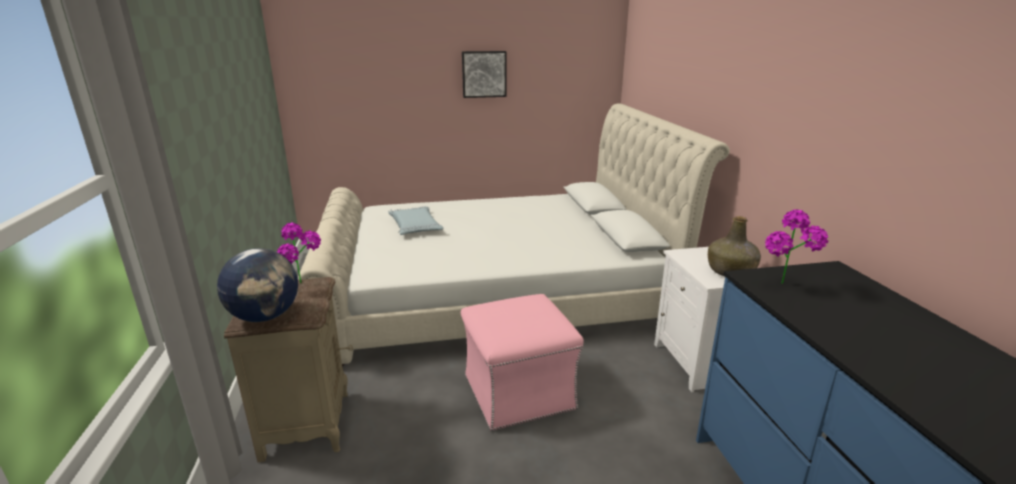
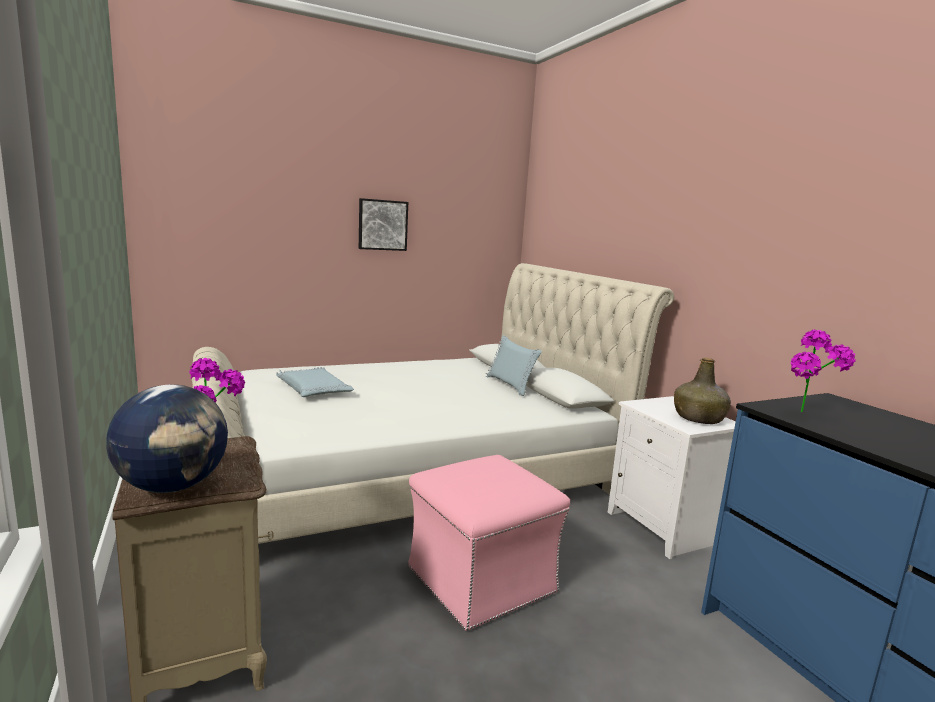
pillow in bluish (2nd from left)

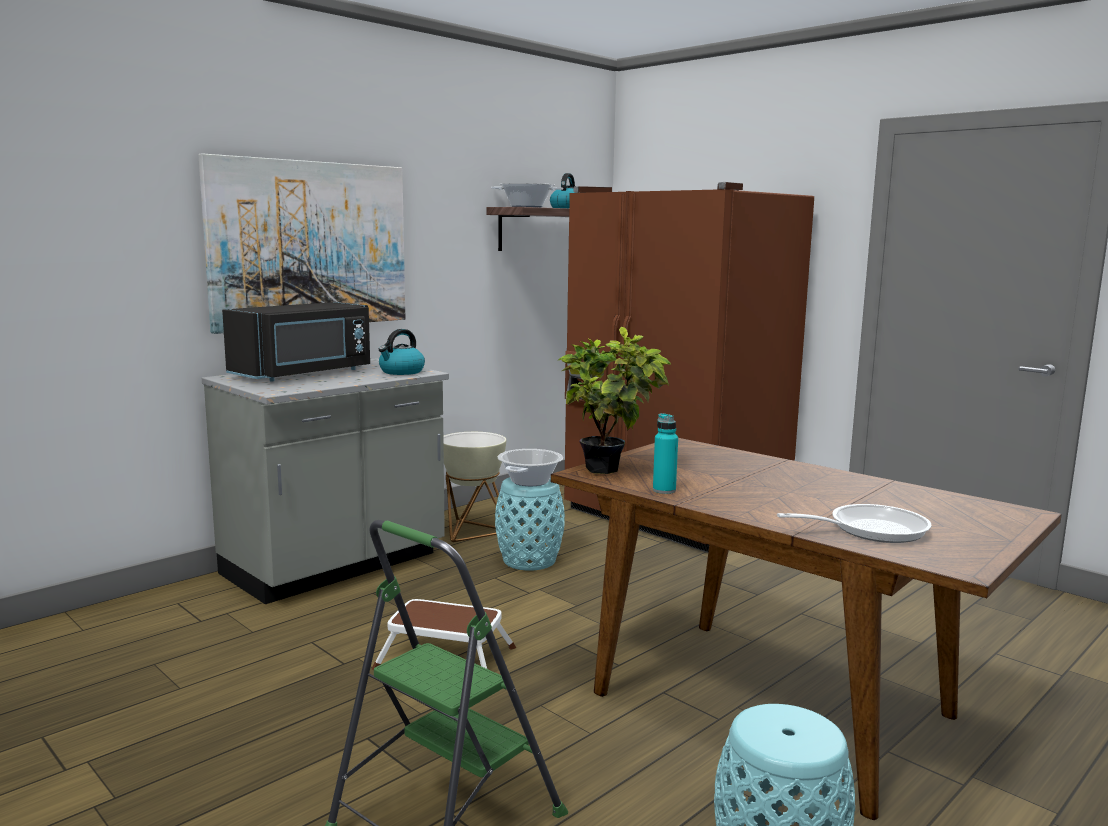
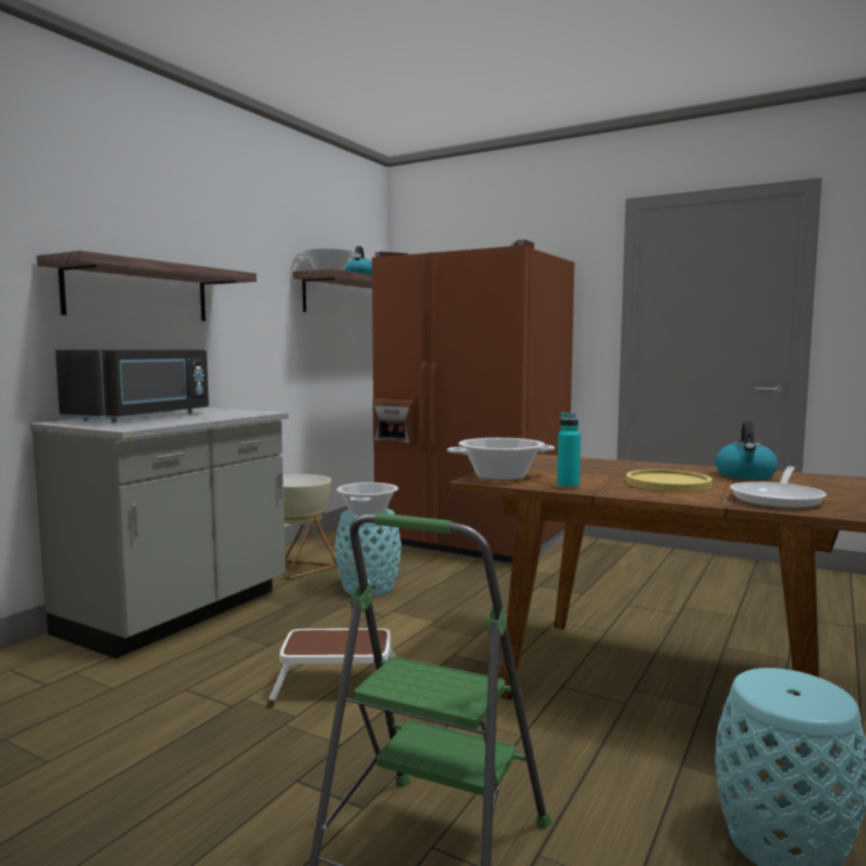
bracket shelf (1st from left)
saucepot (3rd from left)
flat dish in yellow-coloured
water kettle (2nd from left)
pan

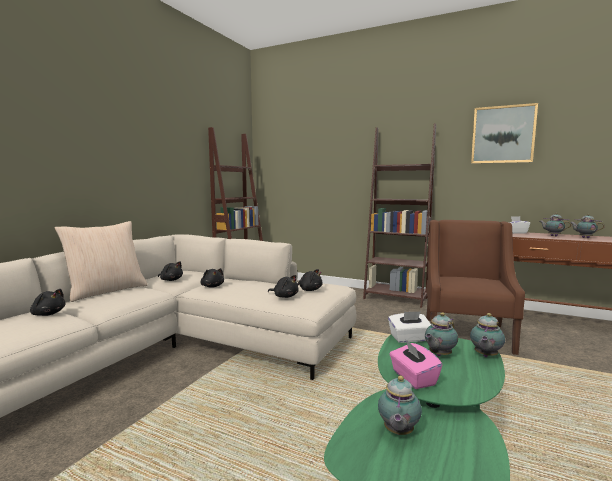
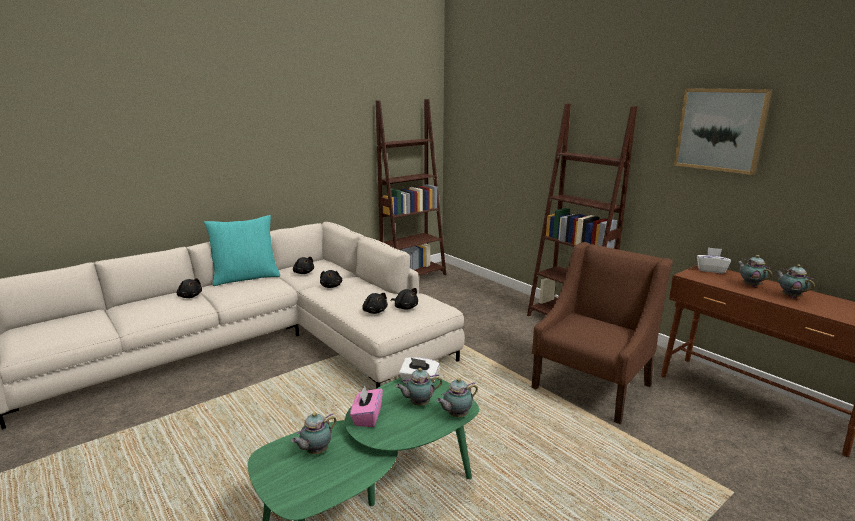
pillow in turquoise-coloured

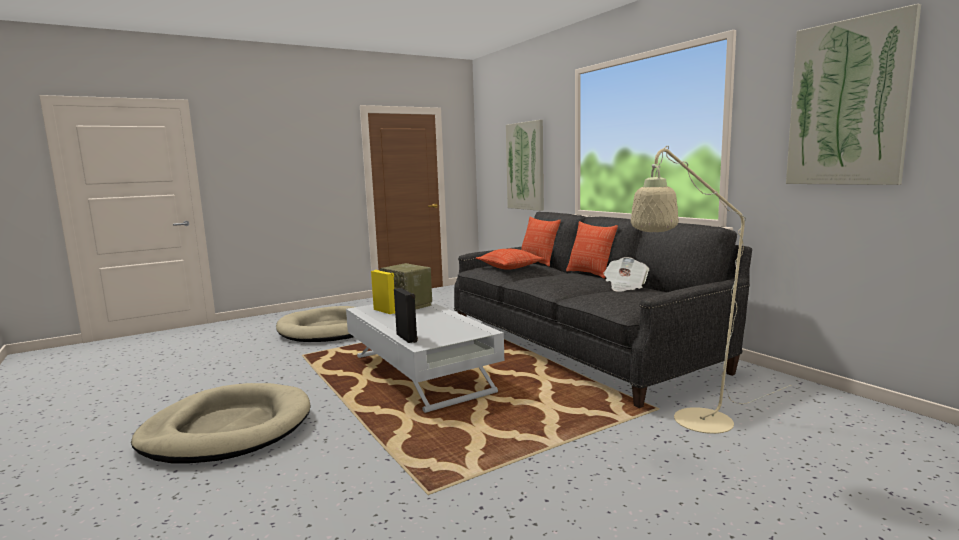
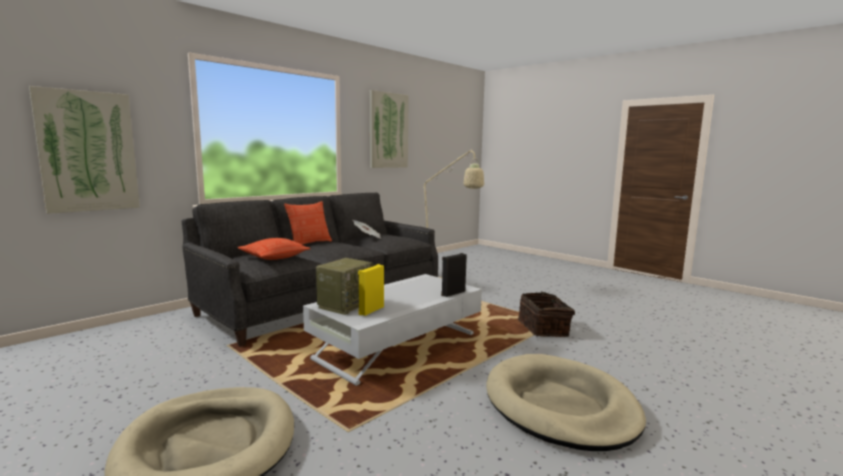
basket
pillow in orange-coloured (2nd from left in the first image)

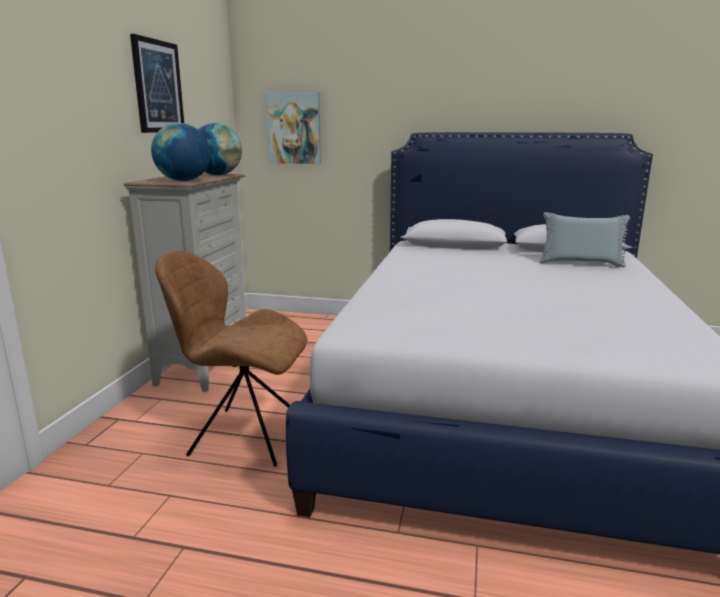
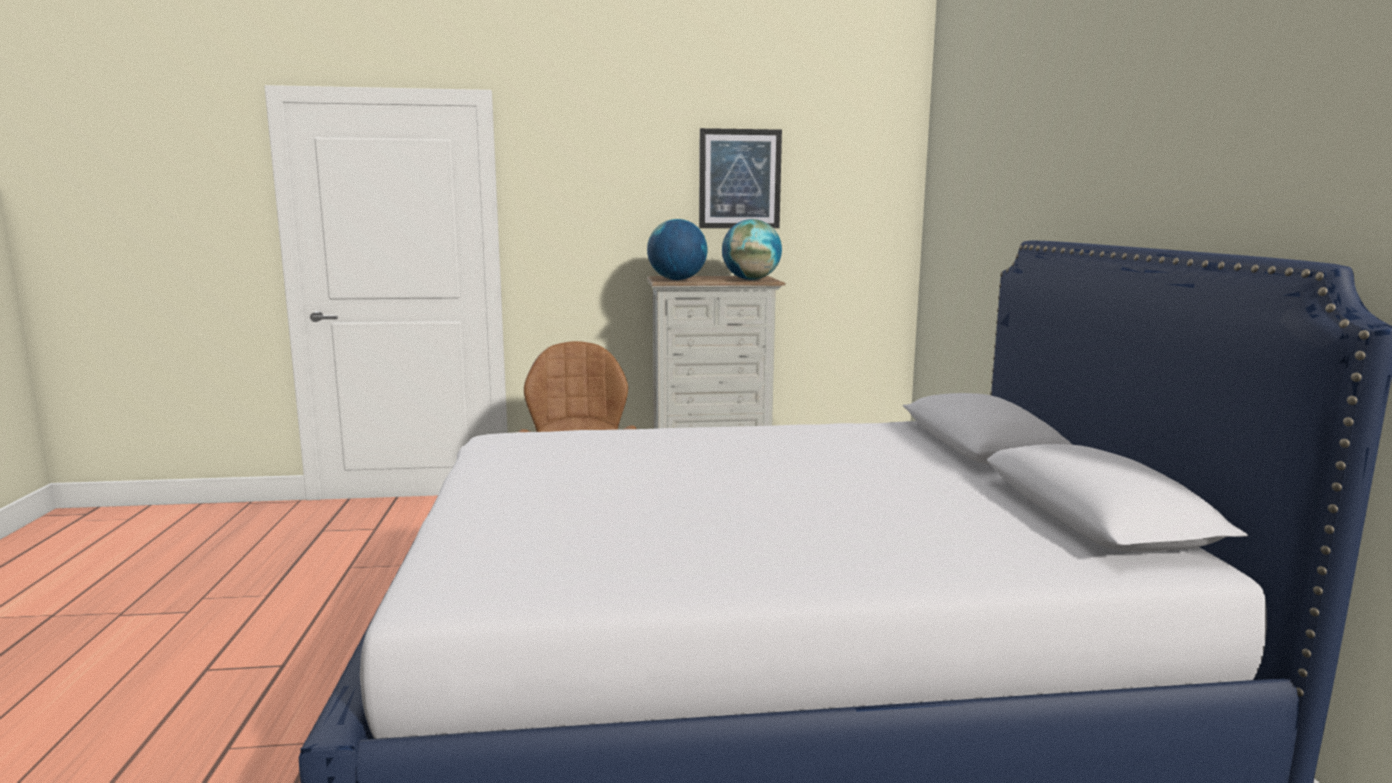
wall picture (2nd from left in the first image)
pillow in bluish

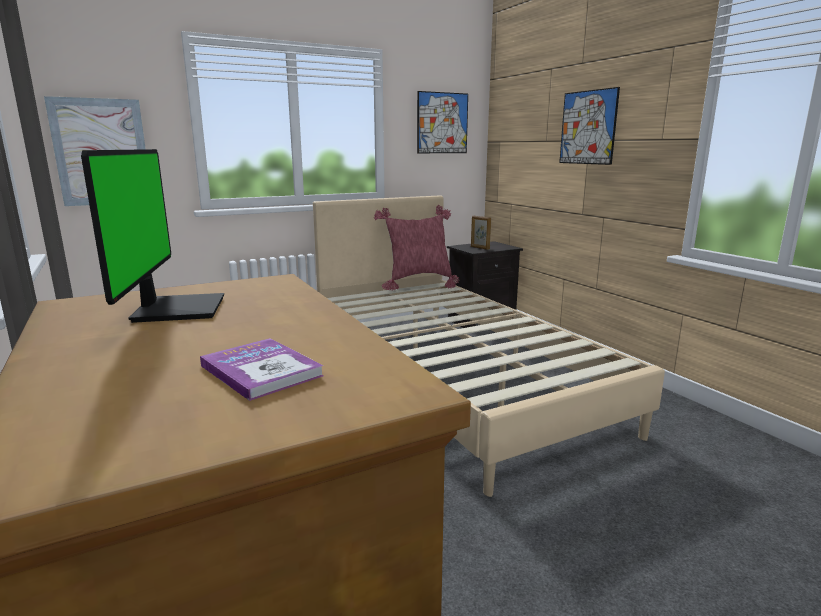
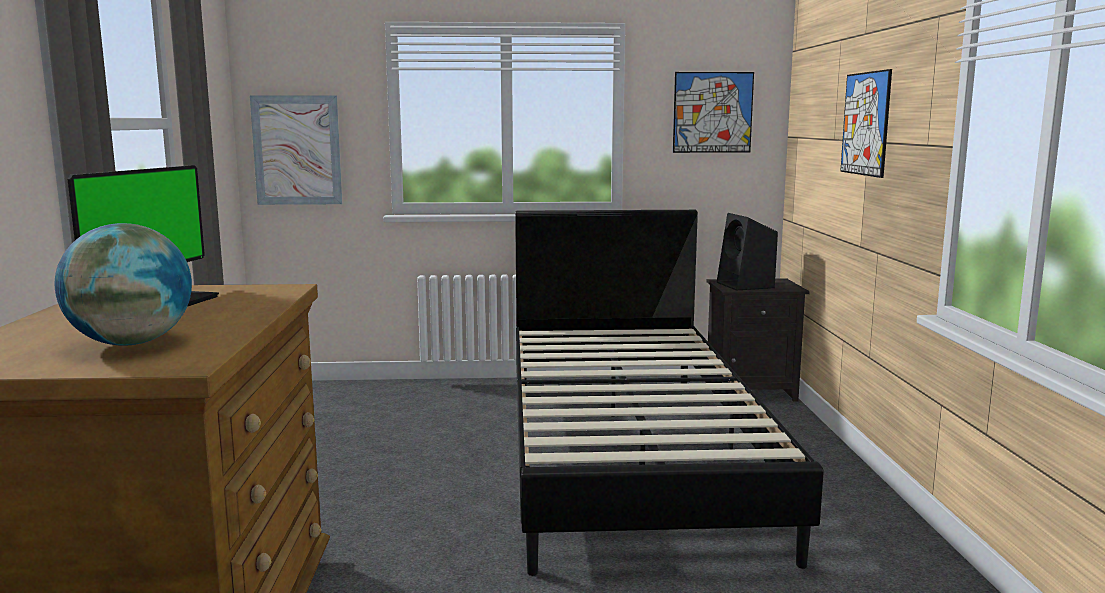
globe
bedroom bed in black
speaker in black
pillow in red-coloured

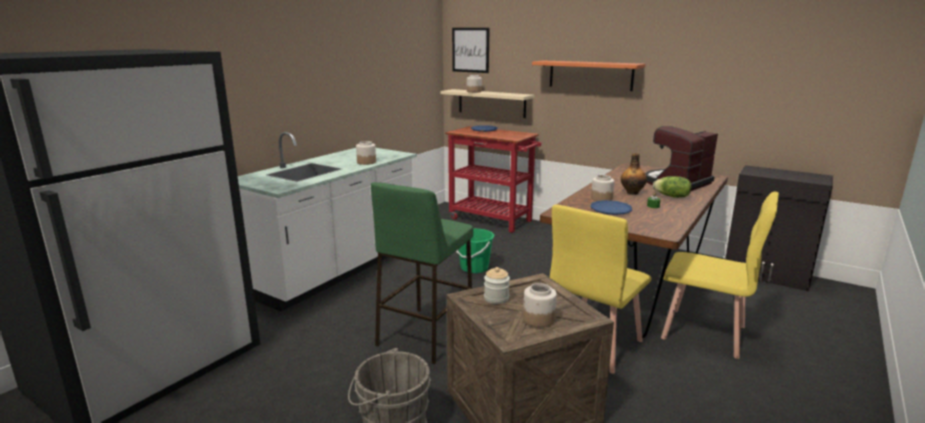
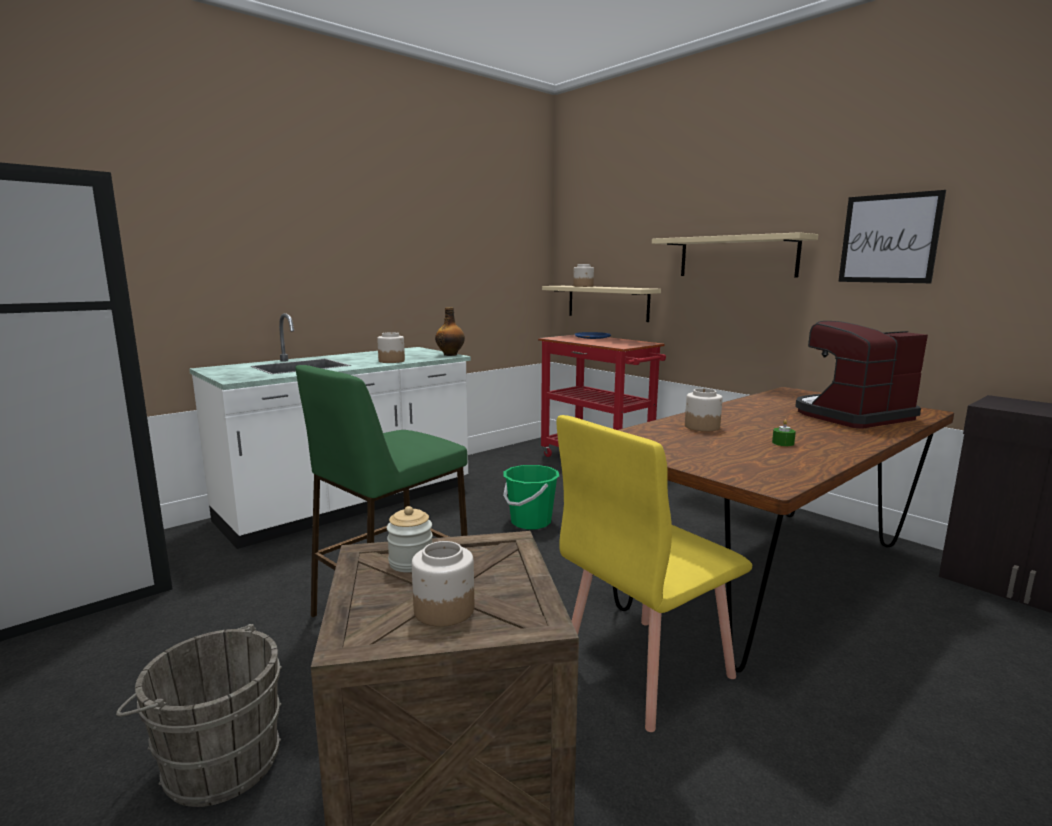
bottle
bracket shelf in sand-coloured (2nd from left)
wall picture
flat dish in bluish (2nd from left in the first image)
lettuce head
plain chair in yellow-coloured (2nd from left in the first image)

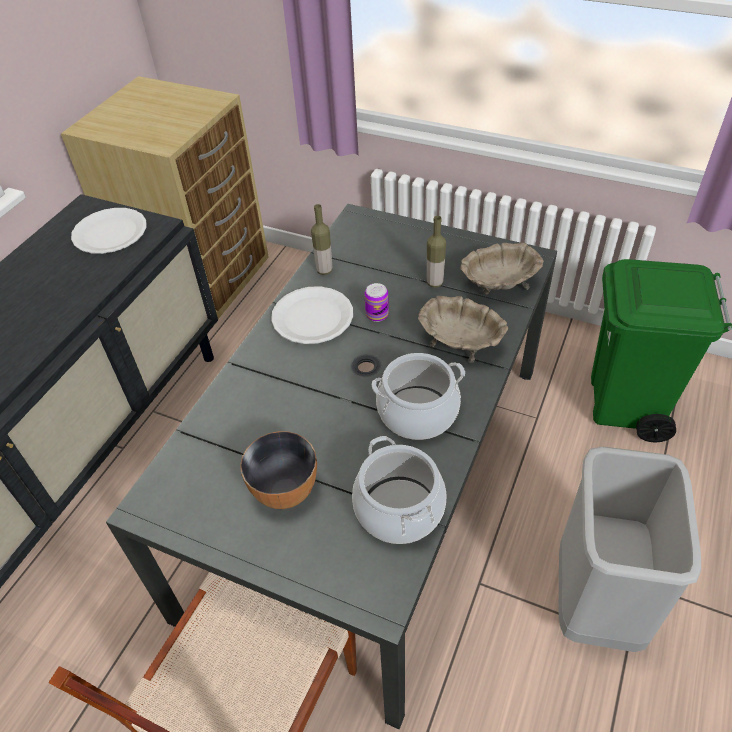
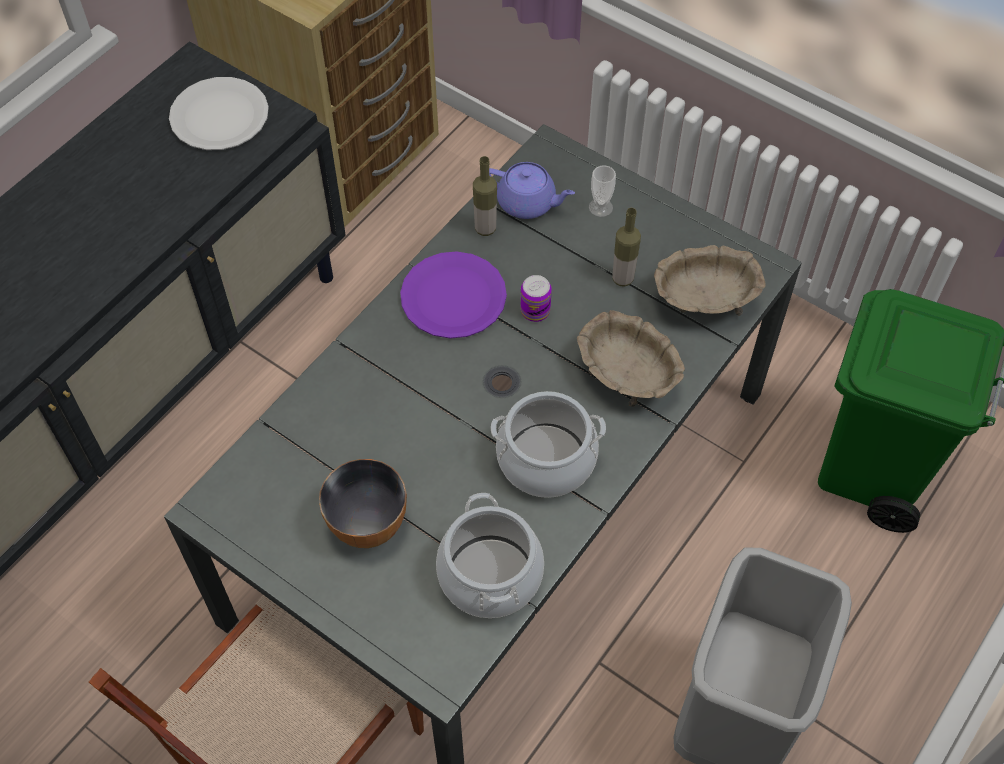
flat dish in purple
tea pot in purple
drinking cup

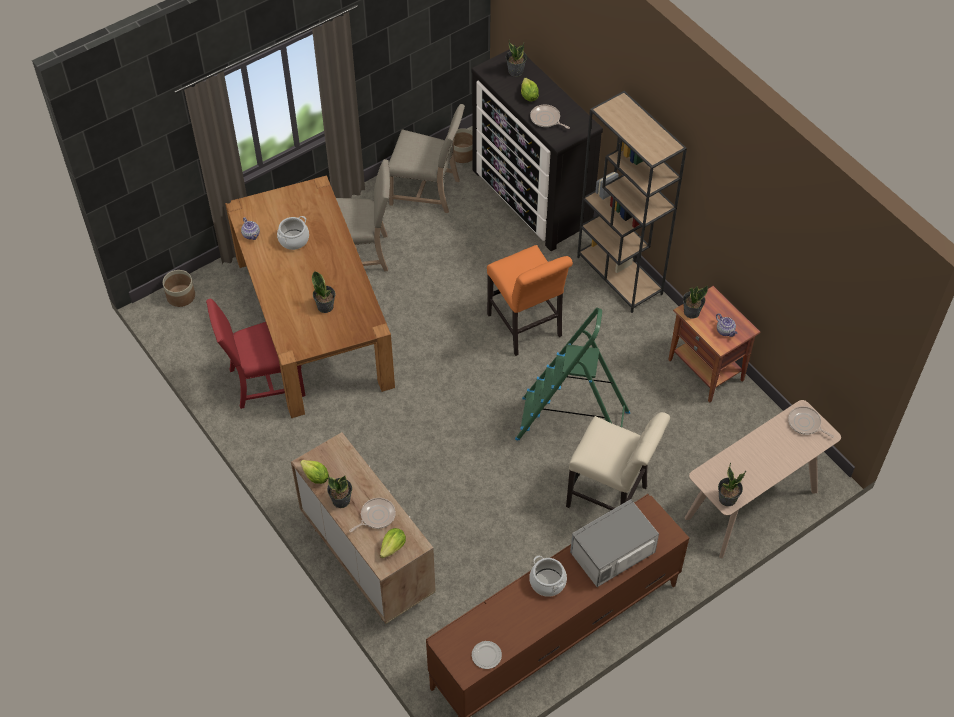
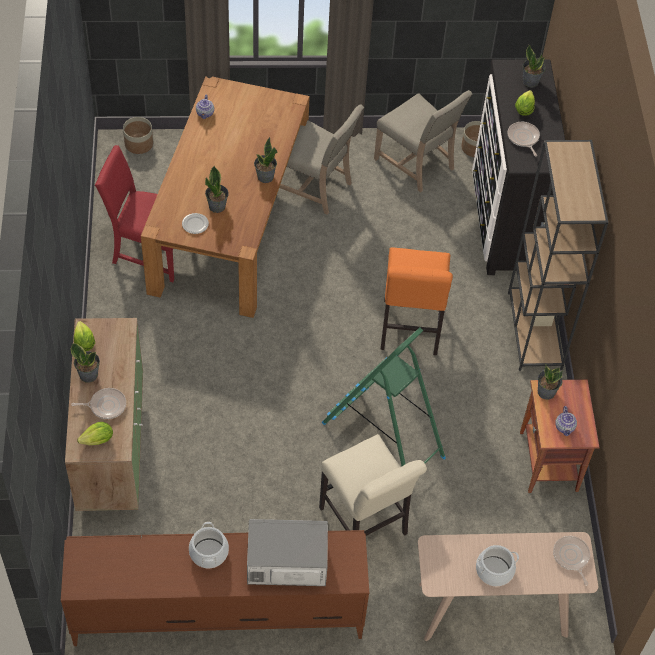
flat dish
plant in a pot (3rd from left)
saucepot (2nd from left)

